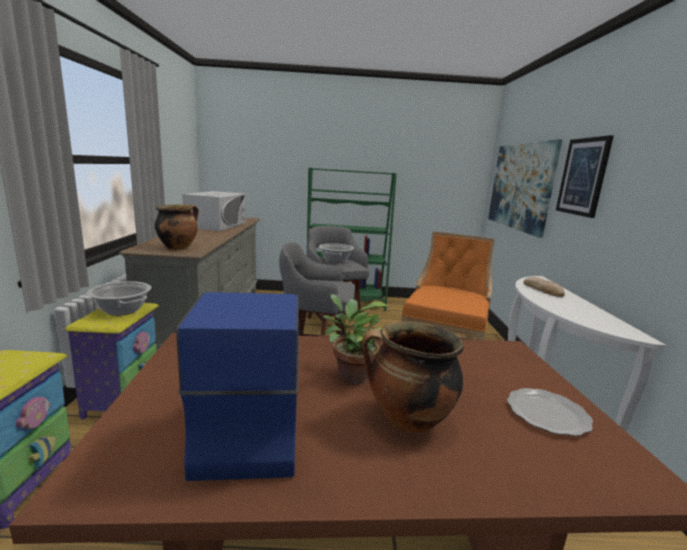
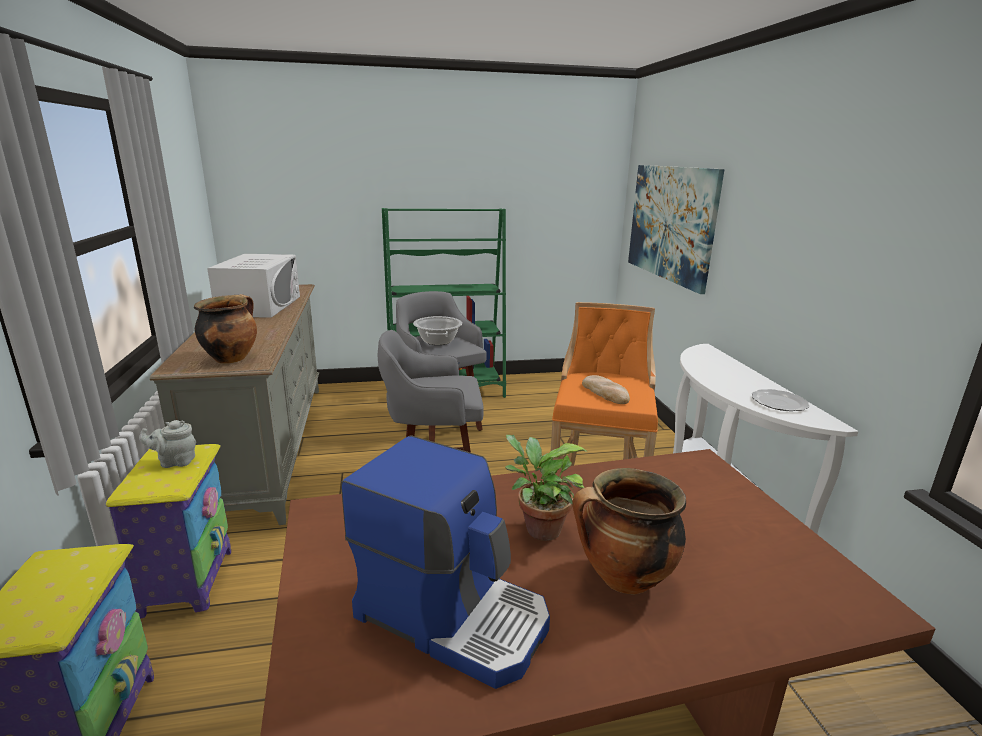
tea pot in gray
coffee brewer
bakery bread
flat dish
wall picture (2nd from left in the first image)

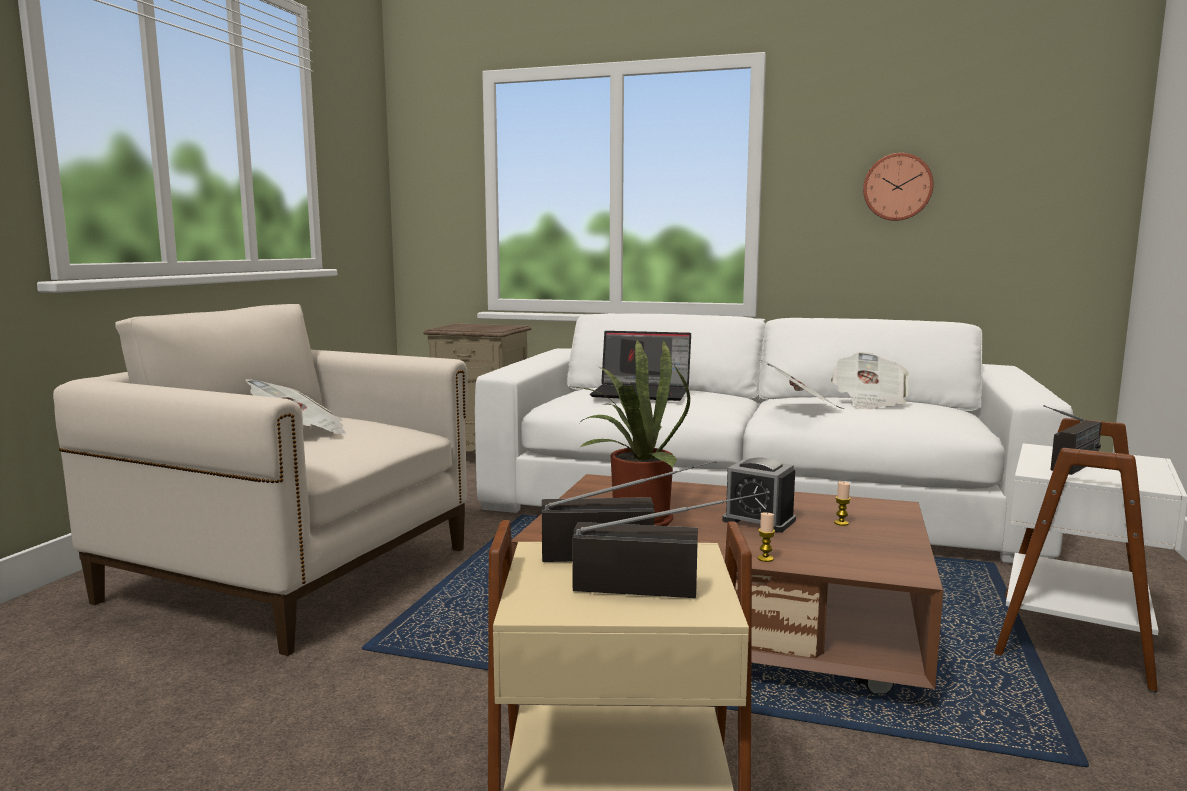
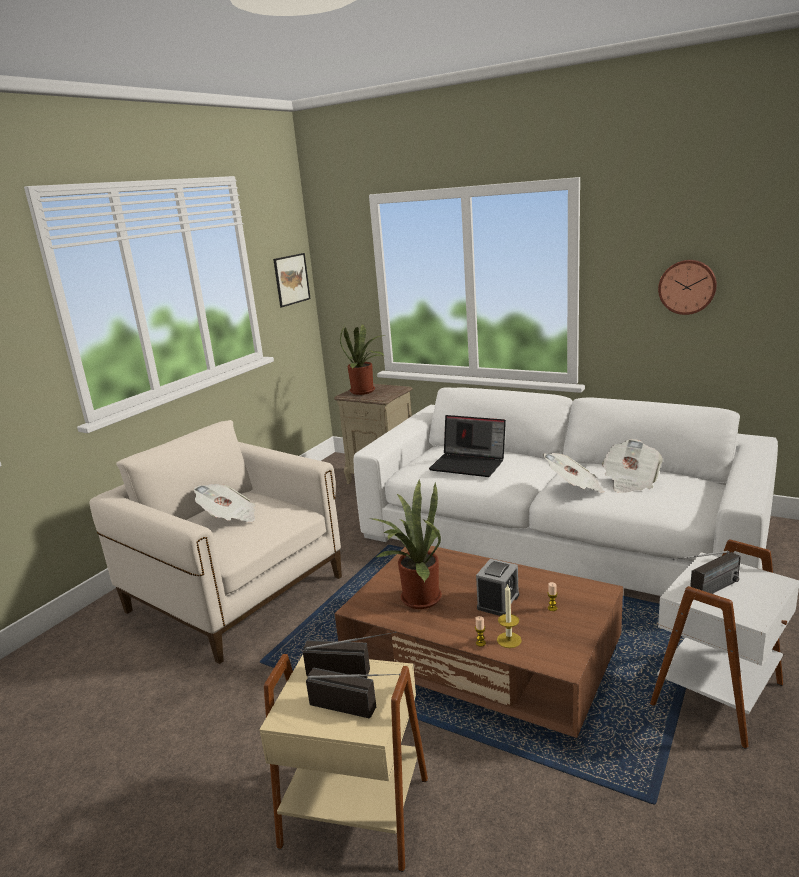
wall picture
plant in a pot (1st from left)
alarm clock
candle (2nd from left)

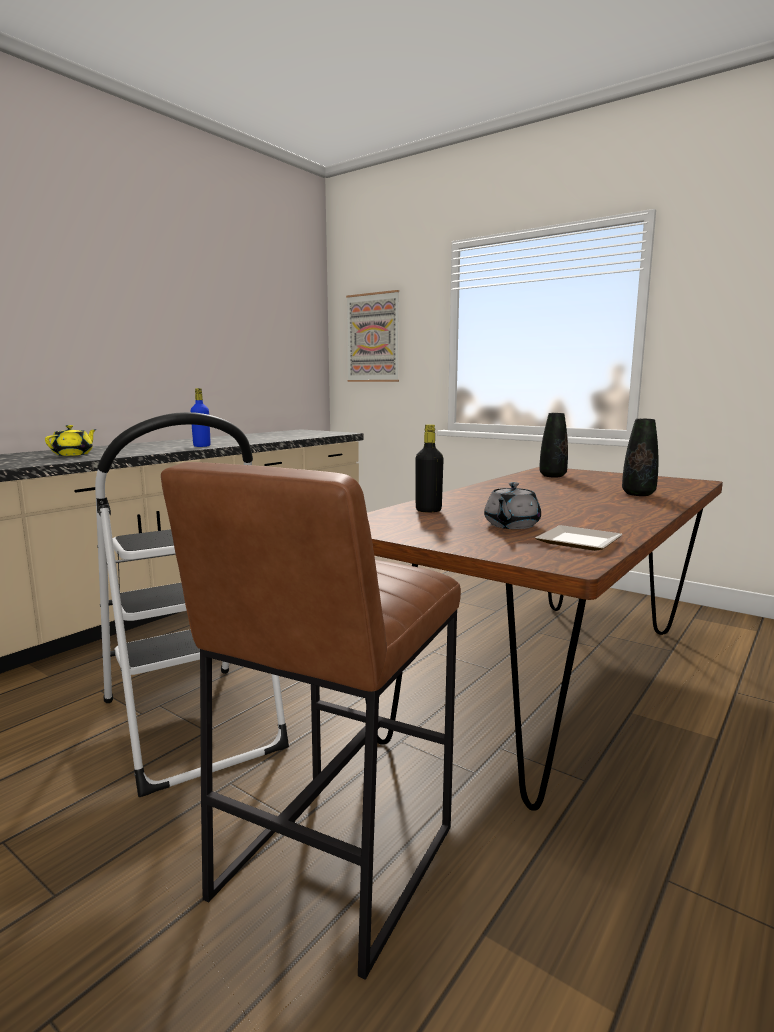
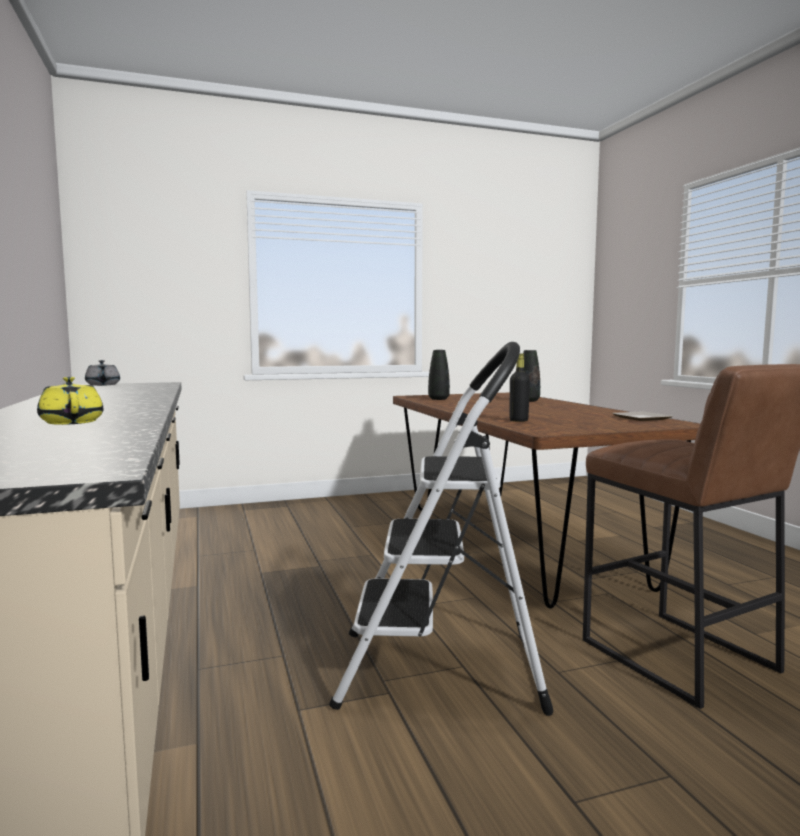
tea pot in gray
bottle in bluish
wall picture

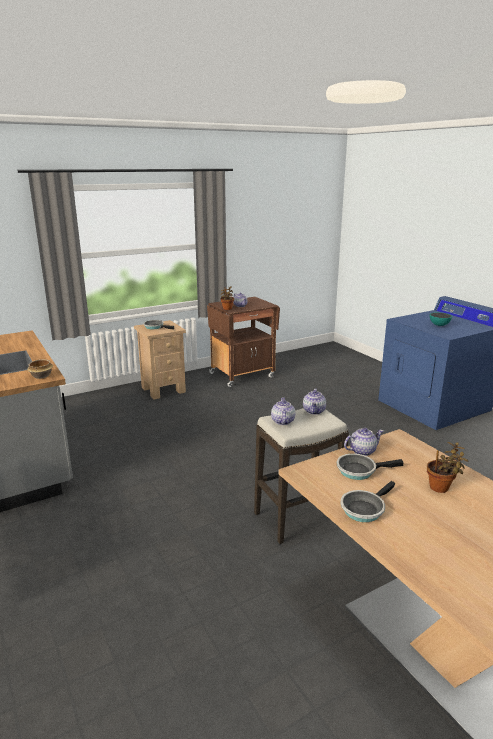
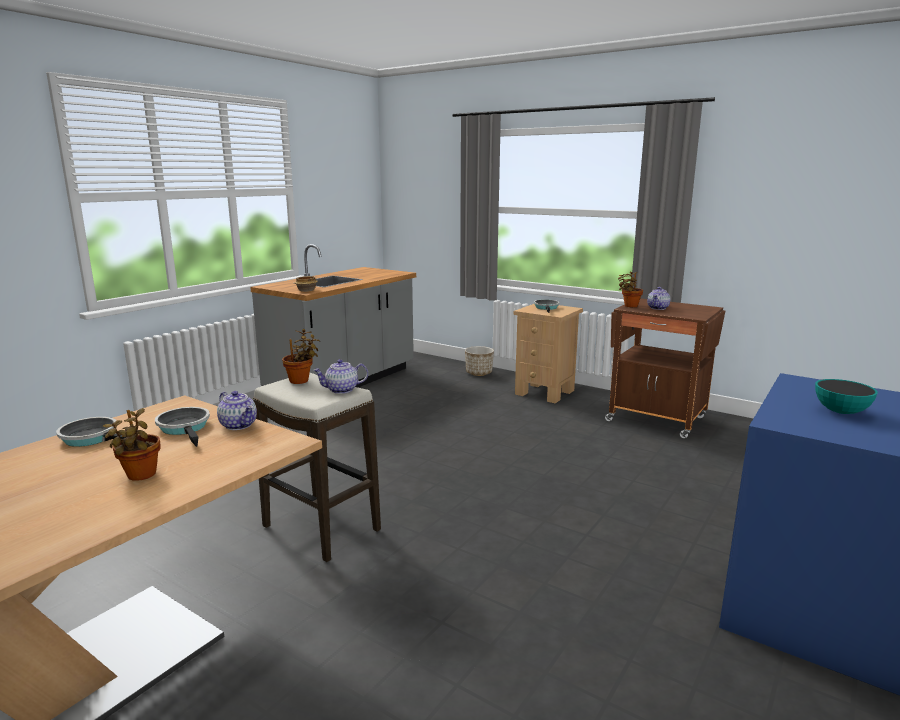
plant in a pot (2nd from left)
flower pot

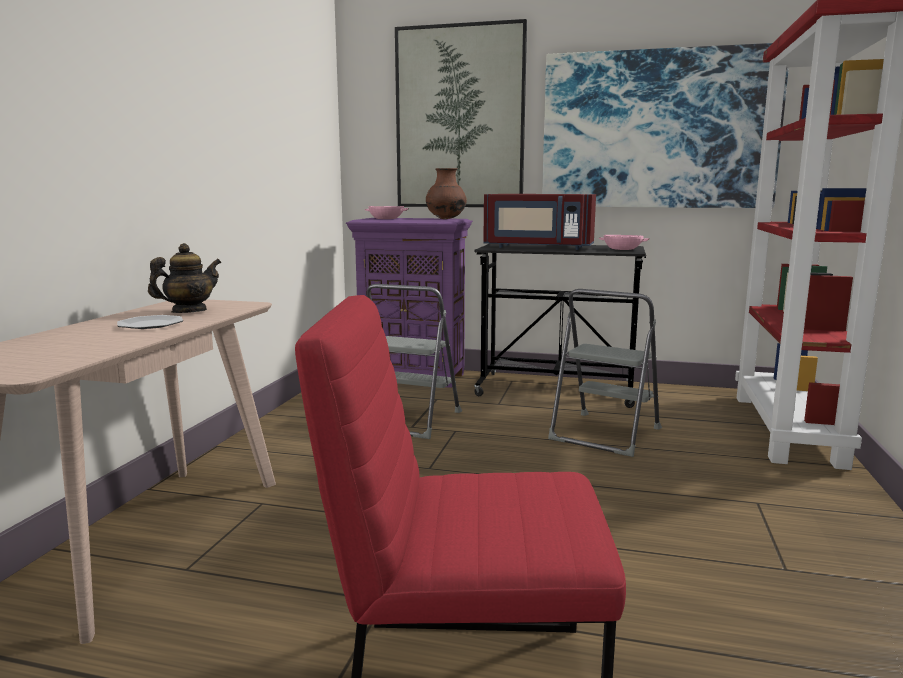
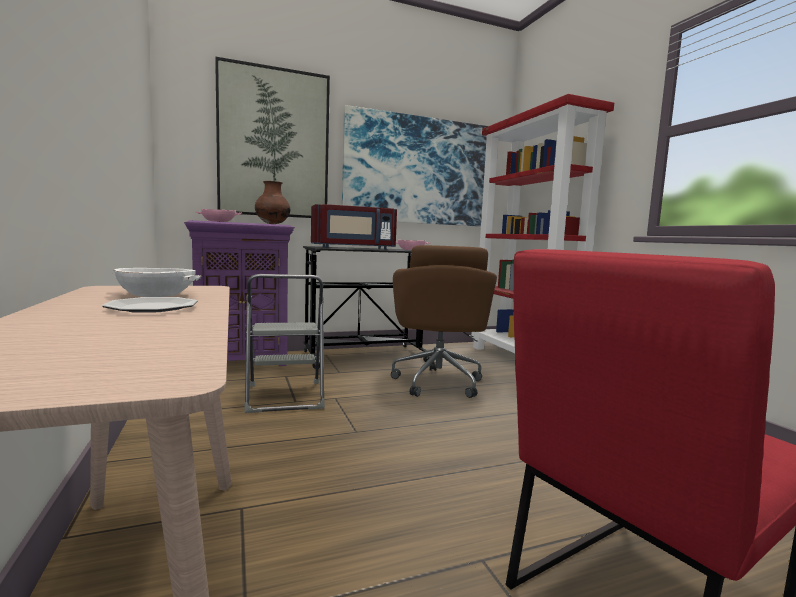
deep dish in white
office chair in brown-coloured

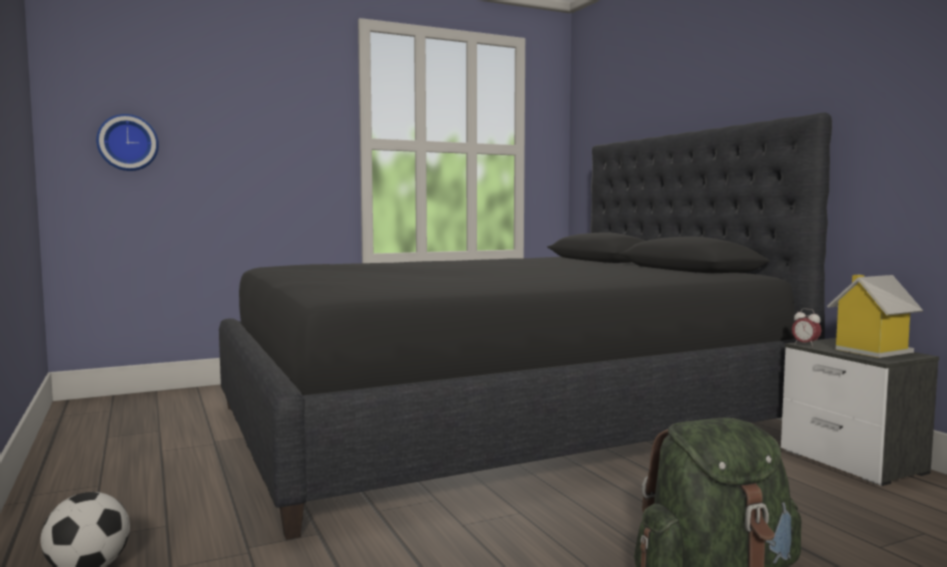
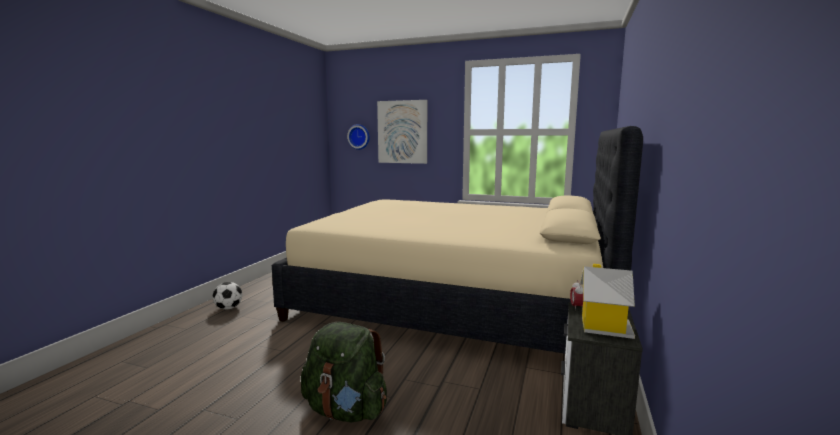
bedroom bed in sand-coloured
wall picture

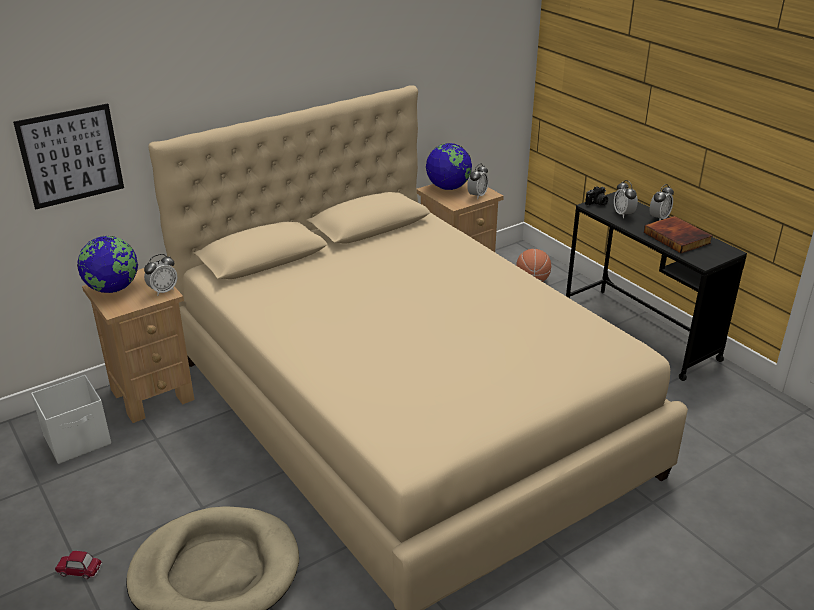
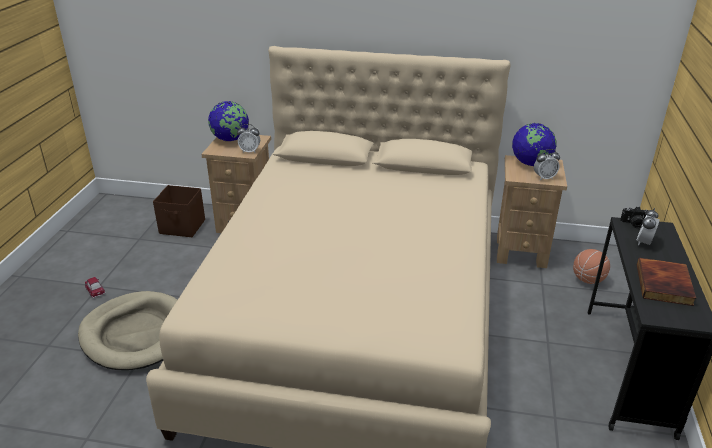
storage box in brown-coloured
wall picture
alarm clock (4th from left in the first image)

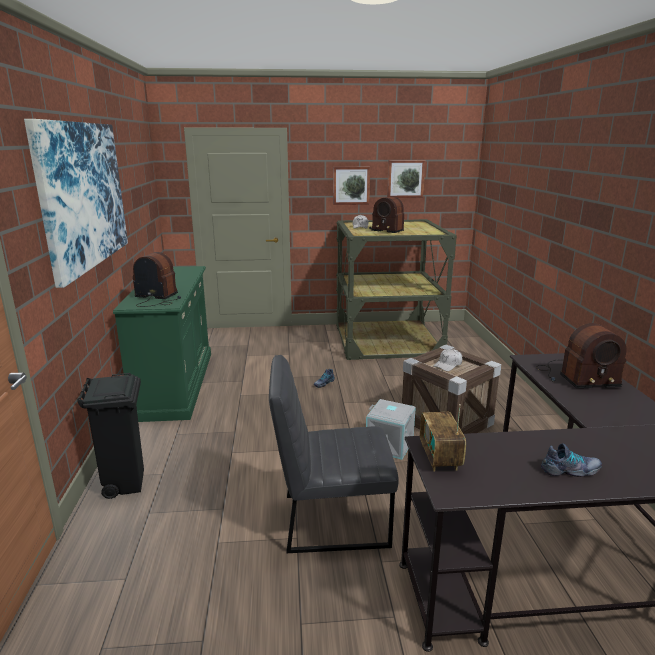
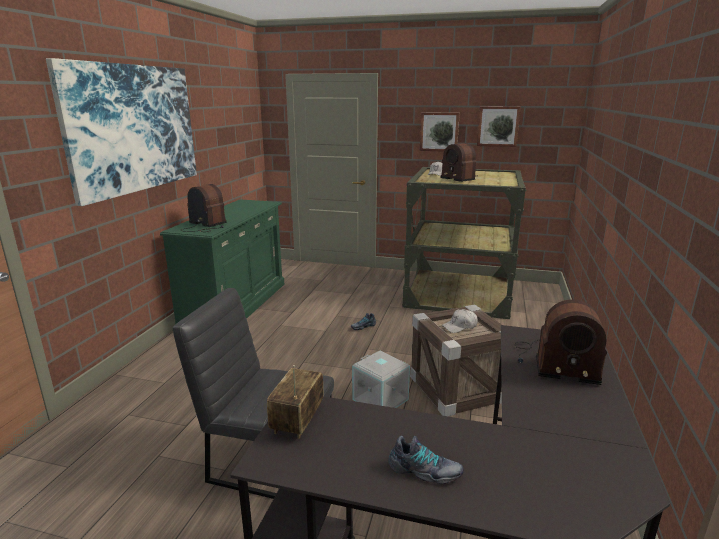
rubbish bin in black

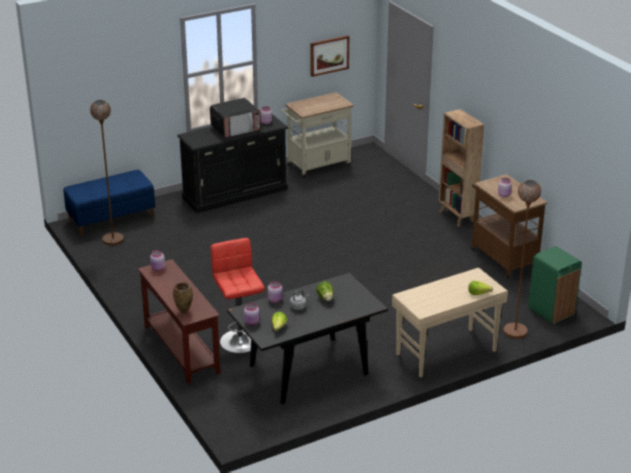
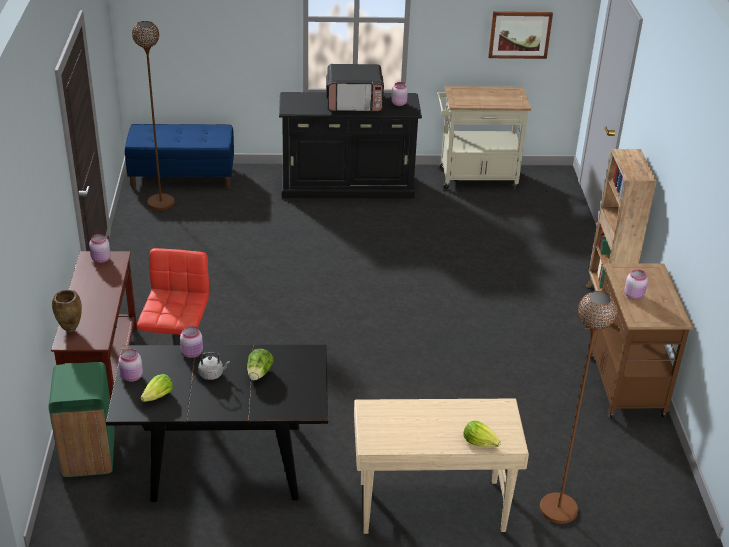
rubbish bin in greenish

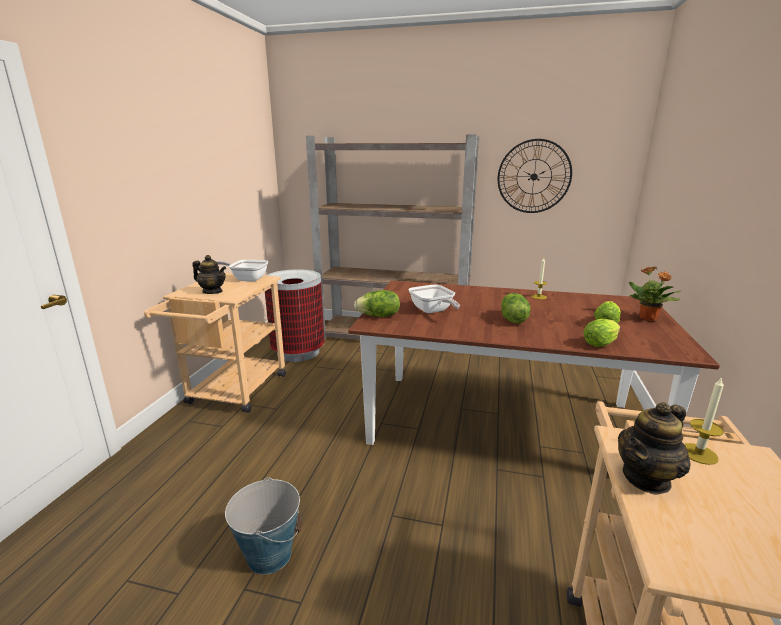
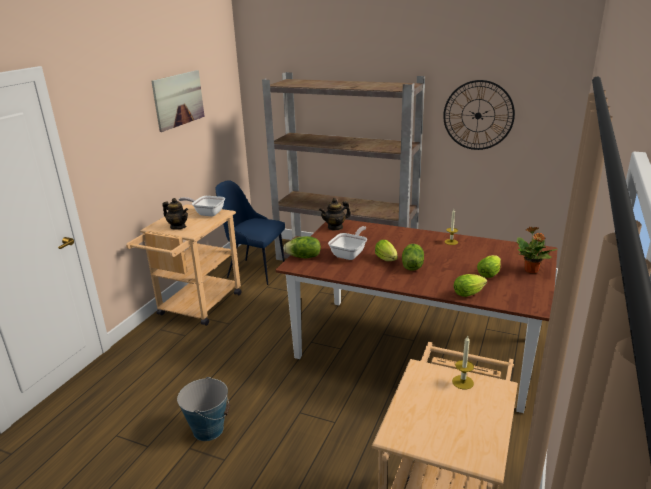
wall picture
plain chair in bluish
tea pot (2nd from left)
pan (2nd from left)
lettuce head (2nd from left)

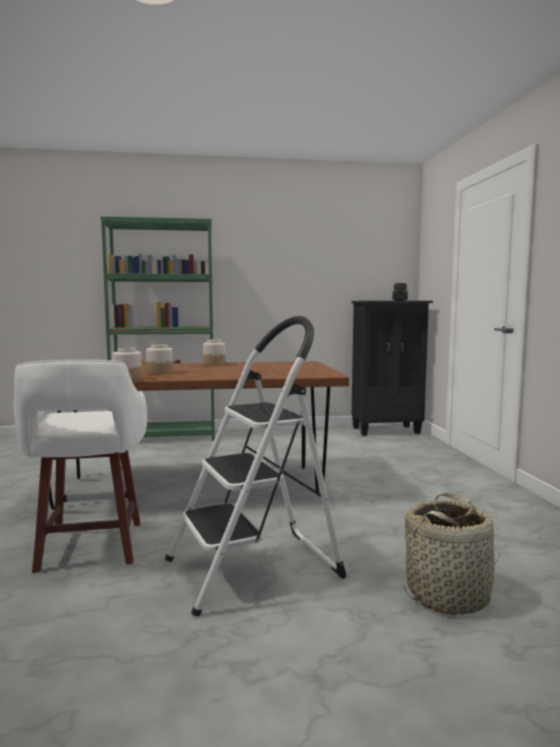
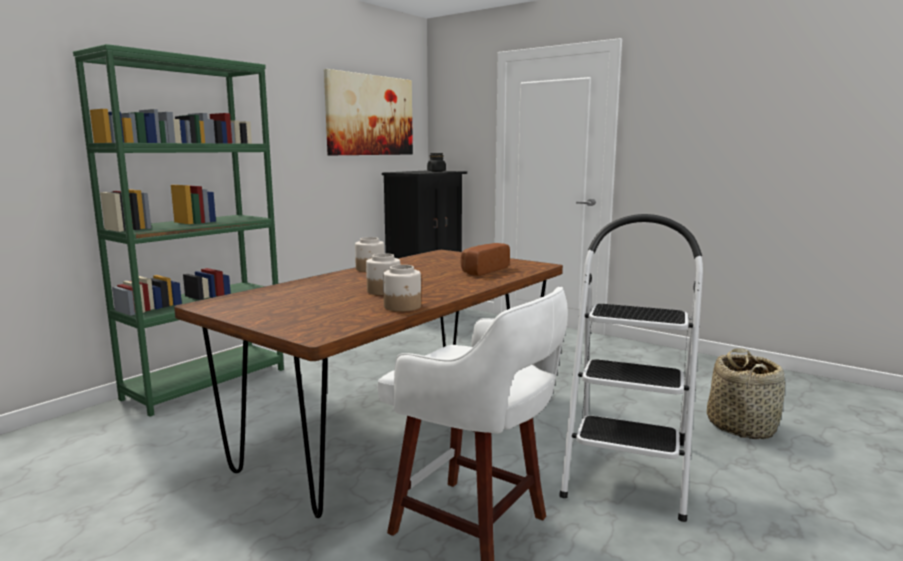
wall picture
bakery bread

